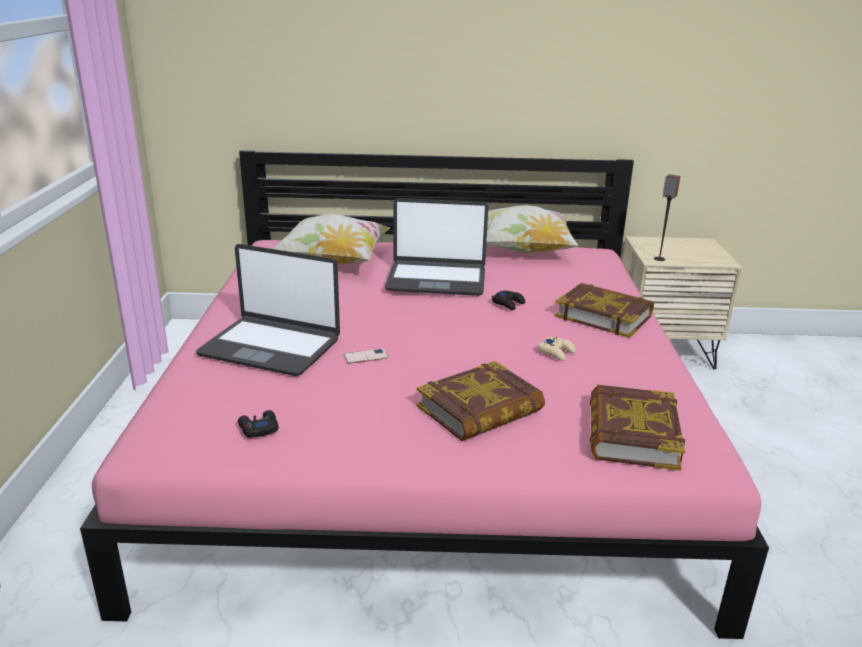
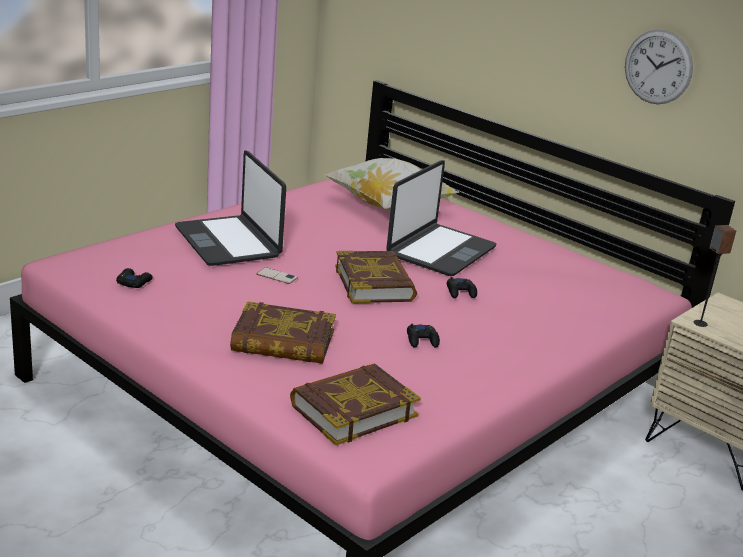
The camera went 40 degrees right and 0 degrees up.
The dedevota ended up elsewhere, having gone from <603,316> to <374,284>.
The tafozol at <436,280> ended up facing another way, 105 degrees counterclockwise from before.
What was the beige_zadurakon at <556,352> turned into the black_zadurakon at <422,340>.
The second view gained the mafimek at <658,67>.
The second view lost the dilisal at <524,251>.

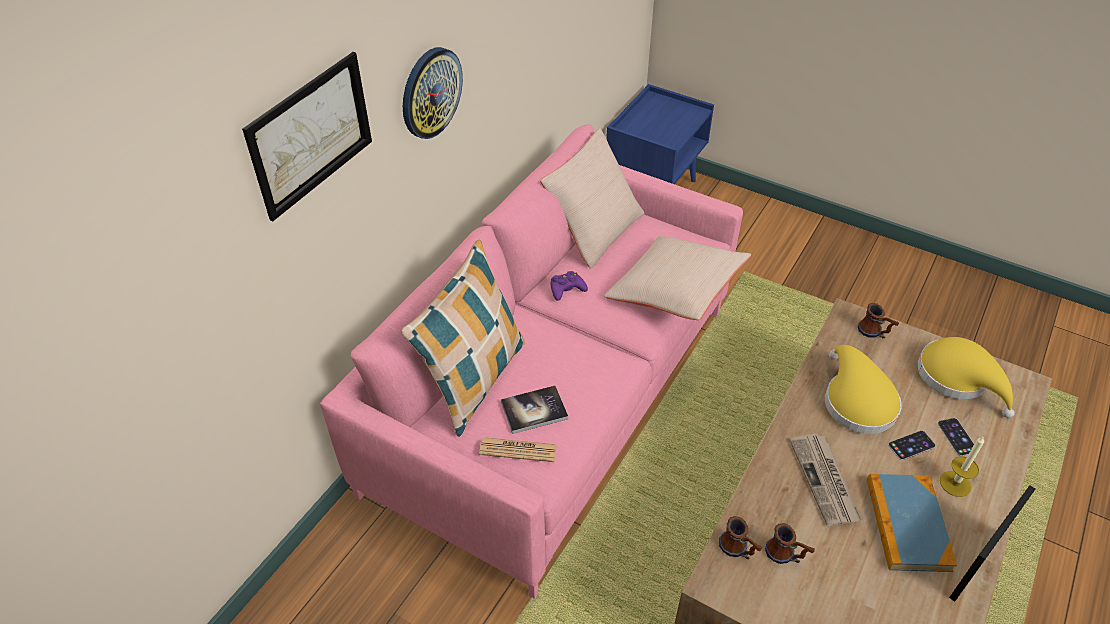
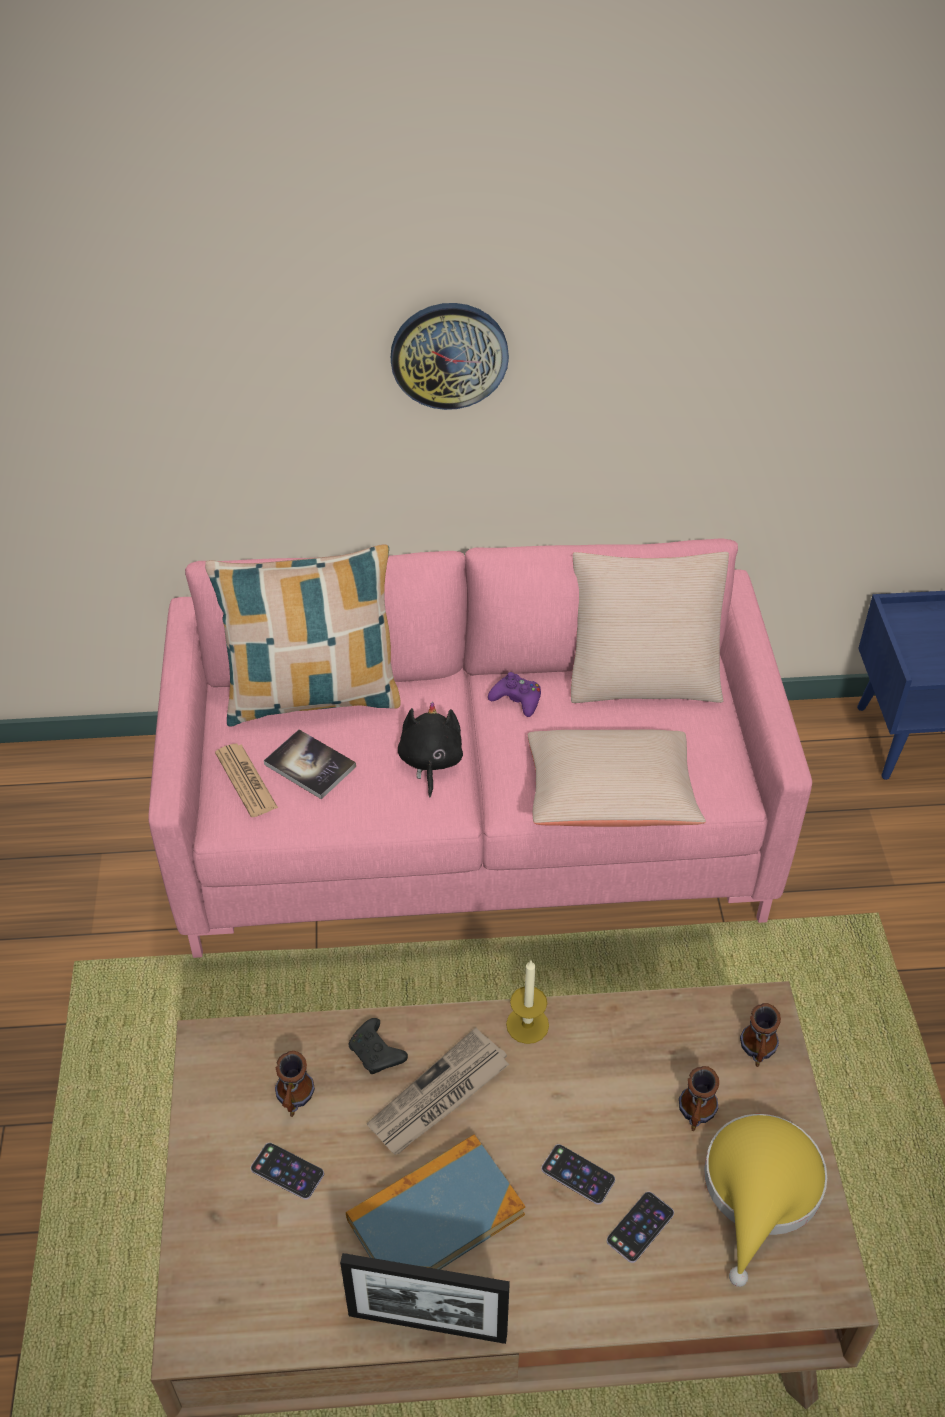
The camera went 55 degrees right and 0 degrees up.
The second view gained the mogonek at <287,1171>.
The second view gained the black_zadurakon at <377,1053>.
The second view gained the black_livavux at <430,762>.
The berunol ended up elsewhere, having gone from <955,483> to <527,1025>.
The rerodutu ended up elsewhere, having gone from <738,550> to <695,1115>.
The second view lost the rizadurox at <311,135>.
The second view lost the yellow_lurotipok at <856,401>.

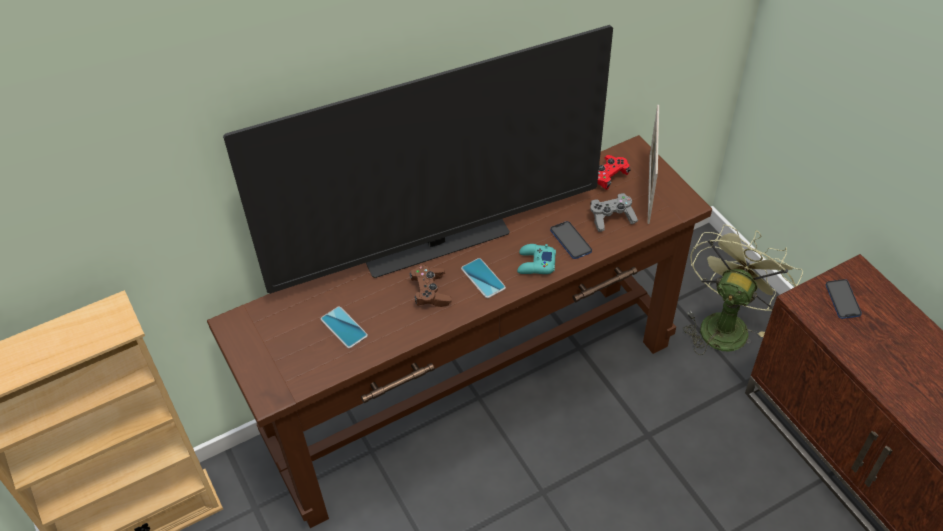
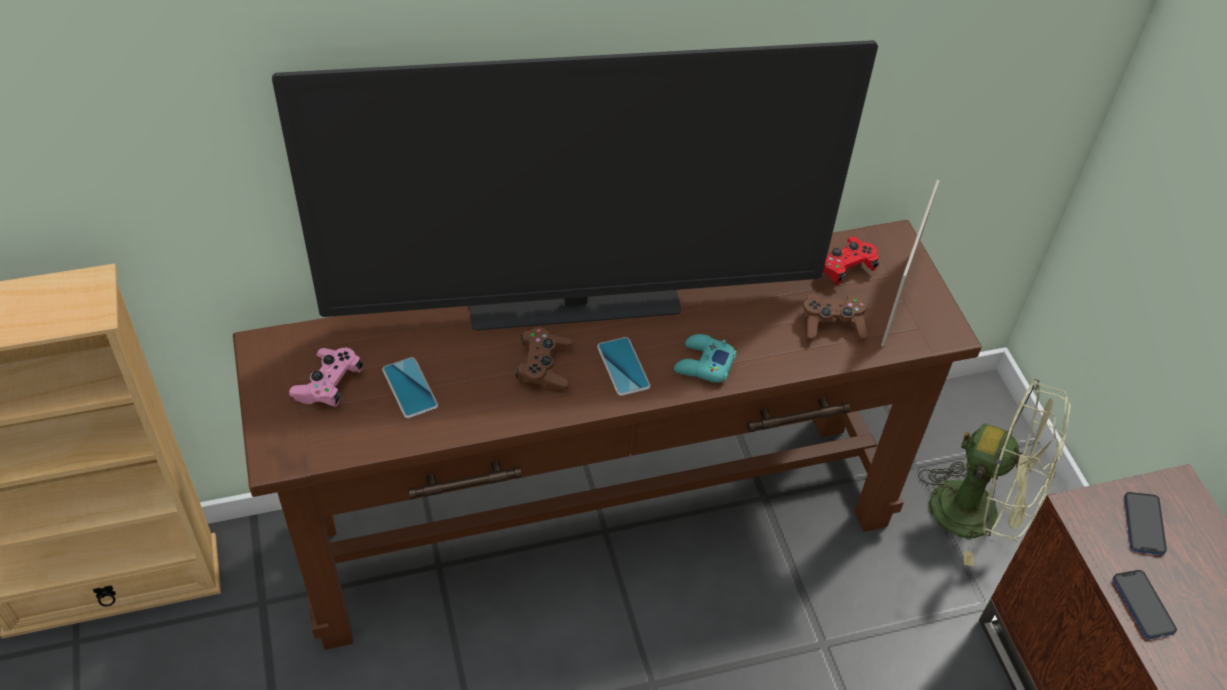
The camera went 10 degrees right and 0 degrees up.
The second view gained the pink_zadurakon at <328,385>.
What was the grey_zadurakon at <611,218> turned into the brown_zadurakon at <832,326>.
The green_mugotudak at <726,323> ended up facing another way, 75 degrees clockwise from before.
The mogonek ended up elsewhere, having gone from <570,241> to <1143,605>.

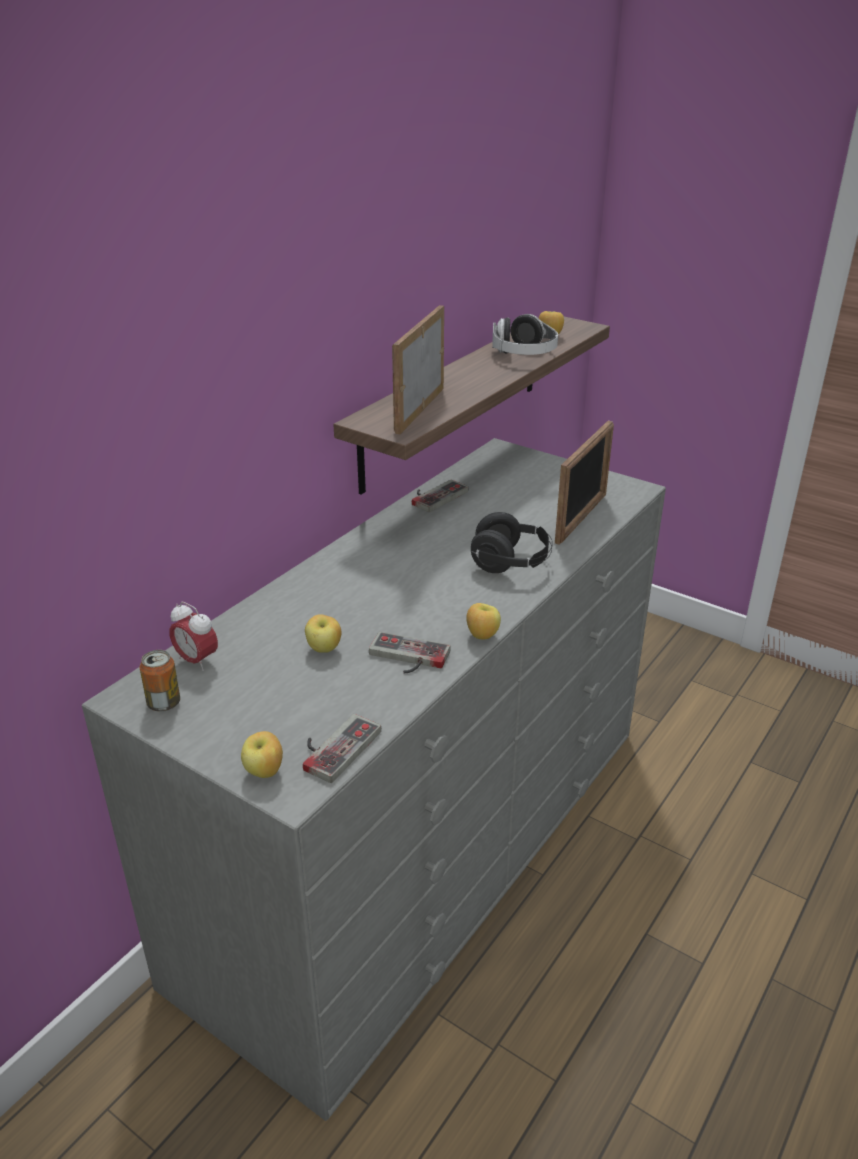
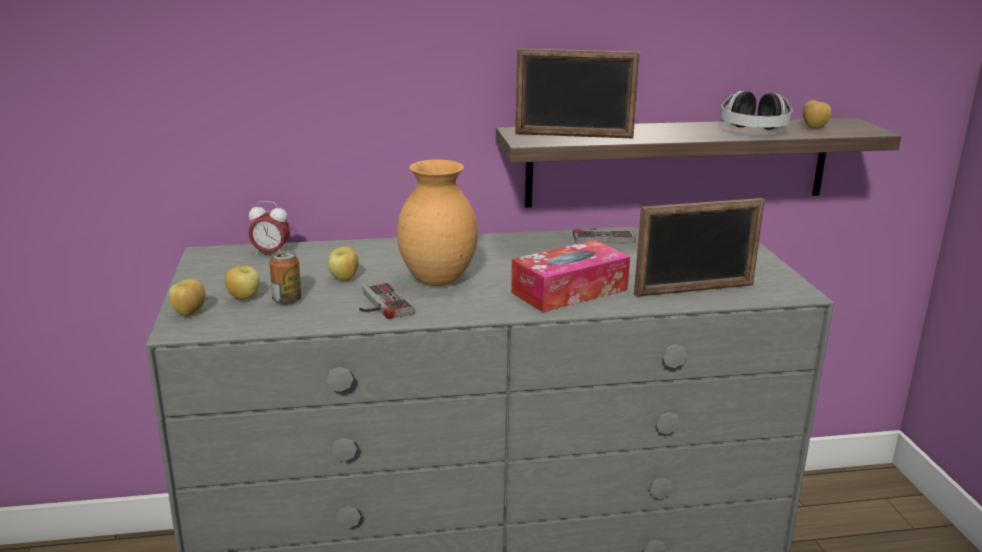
The camera went 45 degrees right and 10 degrees down.
The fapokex ended up elsewhere, having gone from <482,636> to <244,298>.
The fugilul at <197,661> ended up facing another way, 75 degrees counterclockwise from before.
The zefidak ended up elsewhere, having gone from <164,703> to <287,300>.
The second view gained the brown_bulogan at <437,281>.
Where the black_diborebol stood at <511,563>, the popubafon came to stand at <569,291>.
The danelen at <419,410> ended up facing another way, 150 degrees counterclockwise from before.
The second view lost the zadurakon at <334,746>.

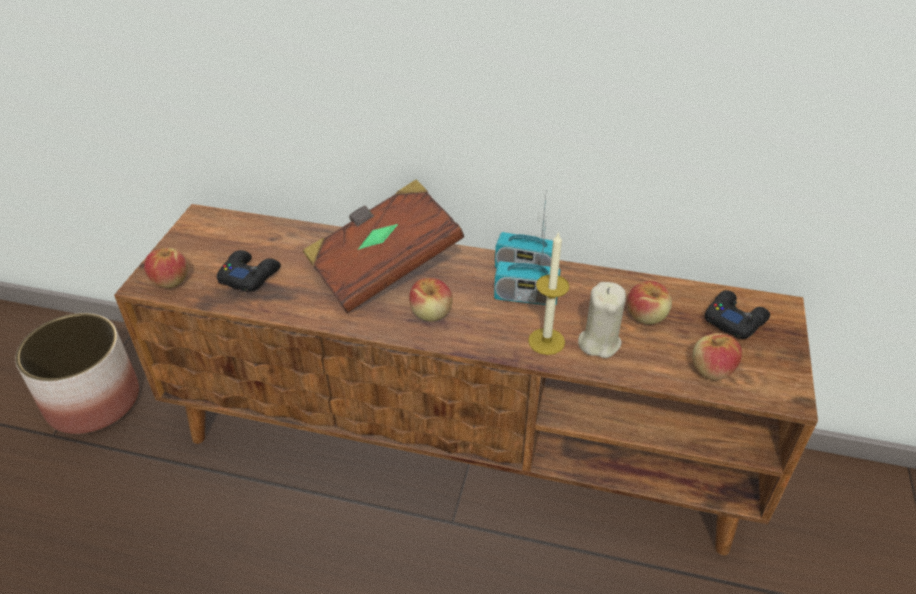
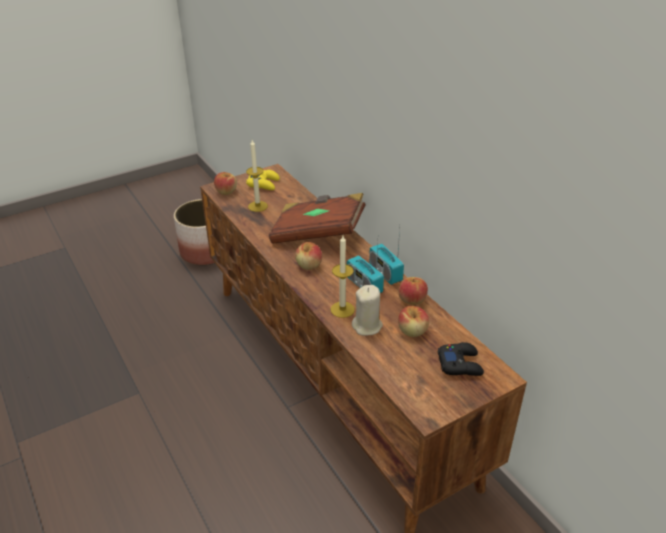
The camera went 45 degrees right and 5 degrees down.
Where the black_zadurakon stood at <249,276>, the berunol came to stand at <257,206>.
The second view gained the yellow_zadurakon at <263,183>.
The fapokex ended up elsewhere, having gone from <711,370> to <412,300>.

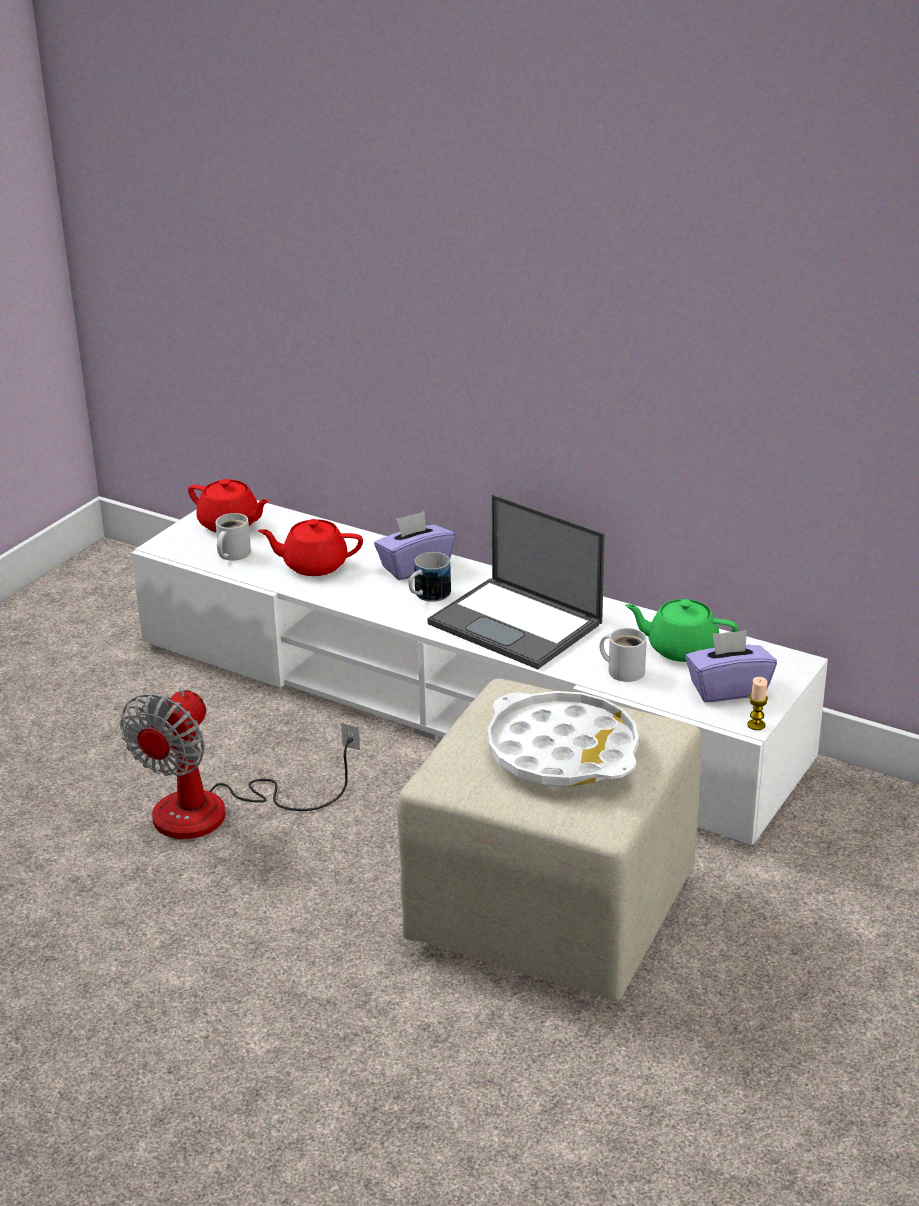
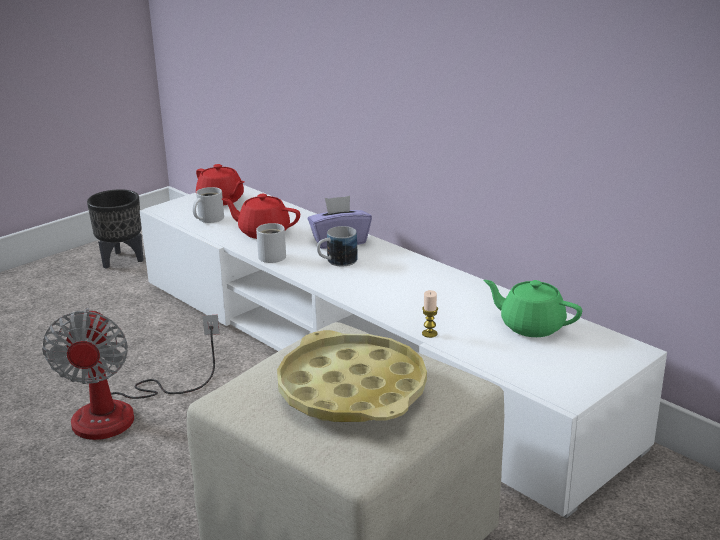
The camera went 15 degrees right and 5 degrees down.
The mugotudak at <218,811> ended up facing another way, 45 degrees counterclockwise from before.
The second view gained the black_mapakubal at <121,260>.
The white_rerodutu ended up elsewhere, having gone from <624,670> to <271,256>.
What was the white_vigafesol at <562,751> turned into the yellow_vigafesol at <352,390>.
The berunol ended up elsewhere, having gone from <756,725> to <429,333>.
The second view lost the tafozol at <517,624>.
The second view lost the purple_popubafon at <728,689>.

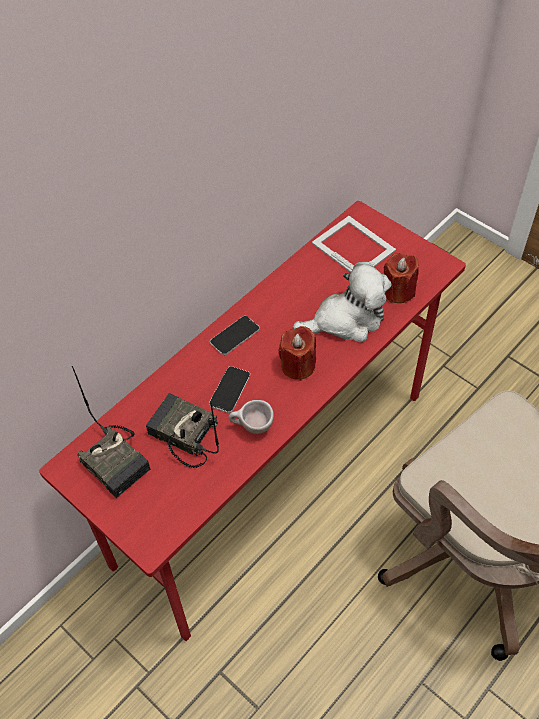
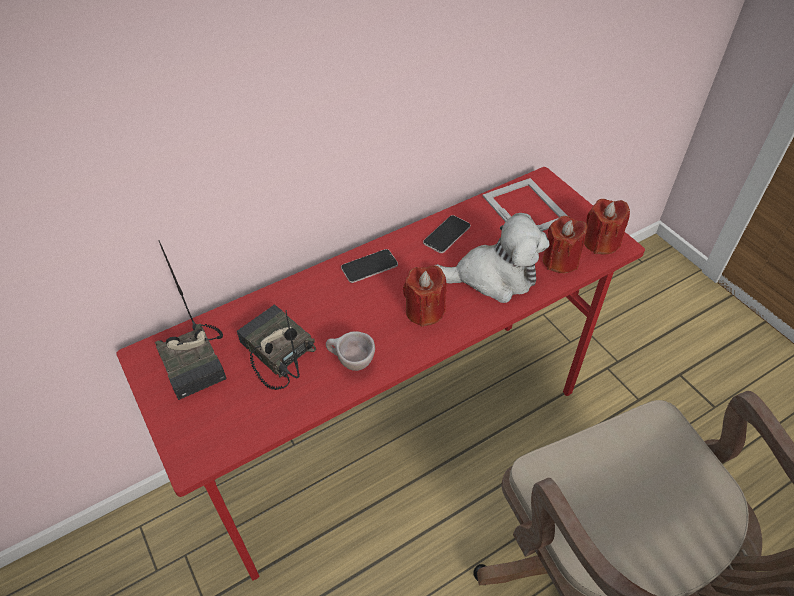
The camera went 15 degrees right and 5 degrees down.
The mogonek ended up elsewhere, having gone from <230,390> to <447,234>.
The second view gained the red_berunol at <601,242>.

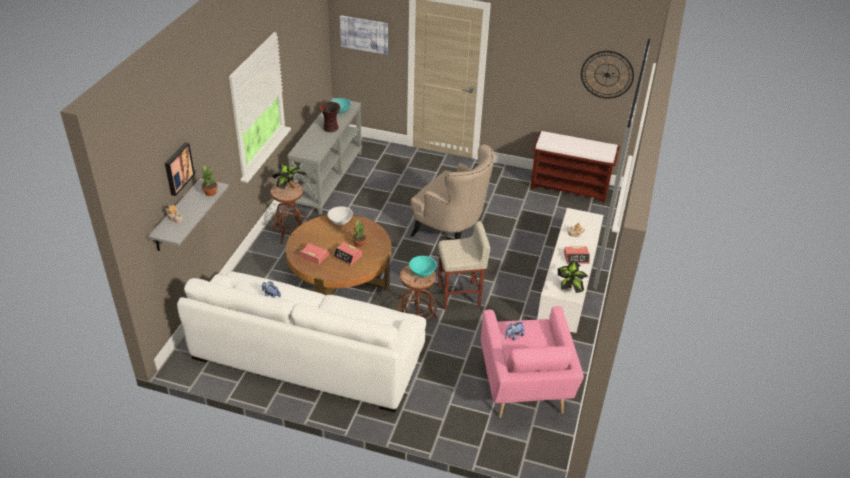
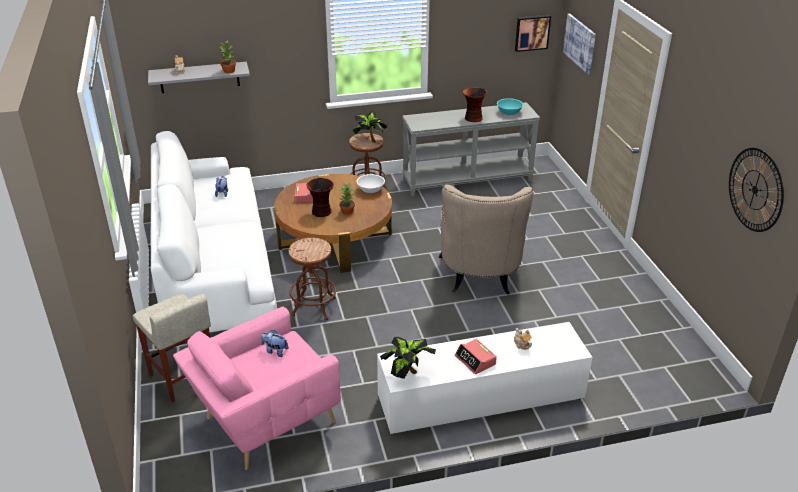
The camera went 60 degrees right and 5 degrees down.
The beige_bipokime ended up elsewhere, having gone from <460,295> to <183,378>.
Where the fugilul stood at <347,256>, the bulogan came to stand at <322,212>.
The rizadurox ended up elsewhere, having gone from <178,168> to <532,32>.
The second view lost the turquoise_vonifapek at <422,272>.
The second view lost the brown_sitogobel at <570,187>.

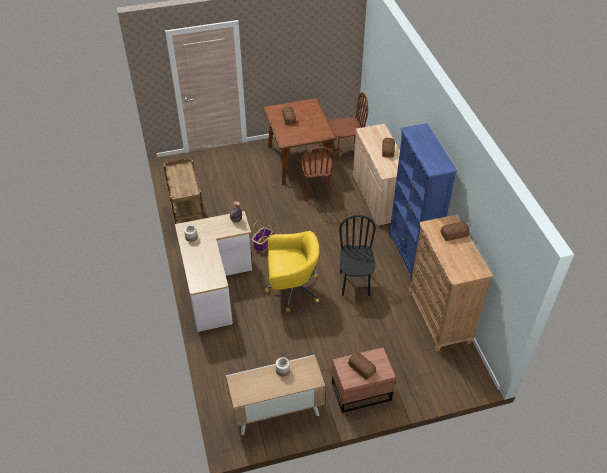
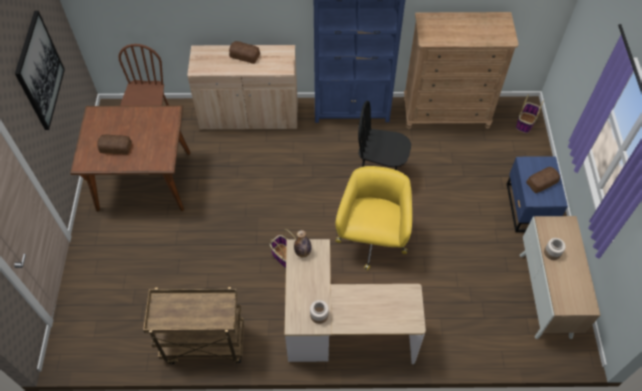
The camera went 75 degrees left and 10 degrees up.
The second view gained the rizadurox at <39,71>.
What was the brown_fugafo at <360,391> turned into the blue_fugafo at <528,208>.
The second view gained the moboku at <525,122>.
The second view lost the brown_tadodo at <316,191>.
The second view lost the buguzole at <454,234>.

